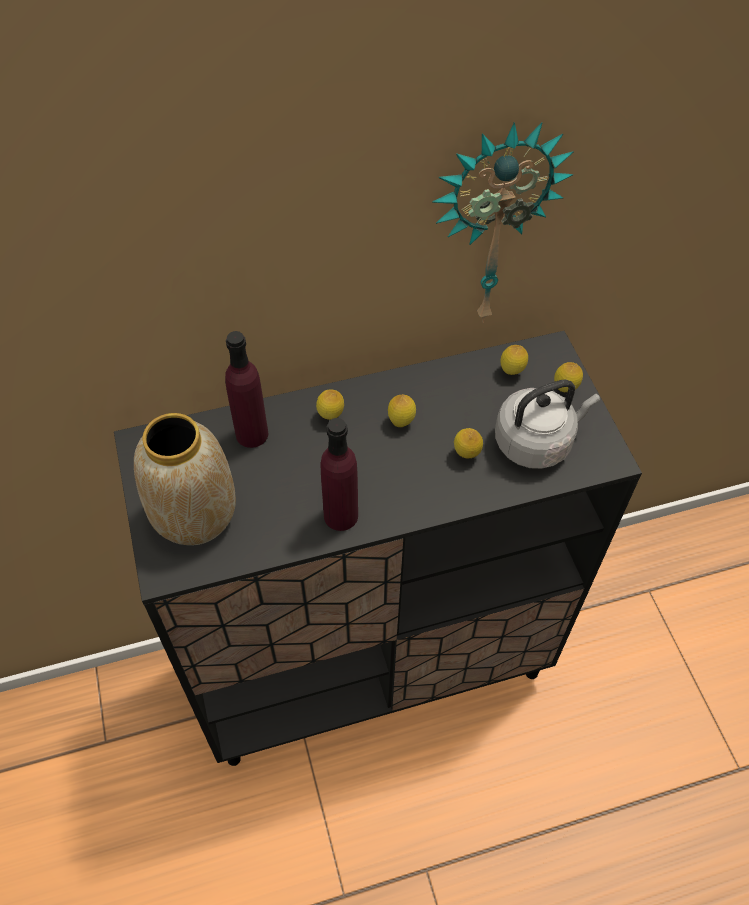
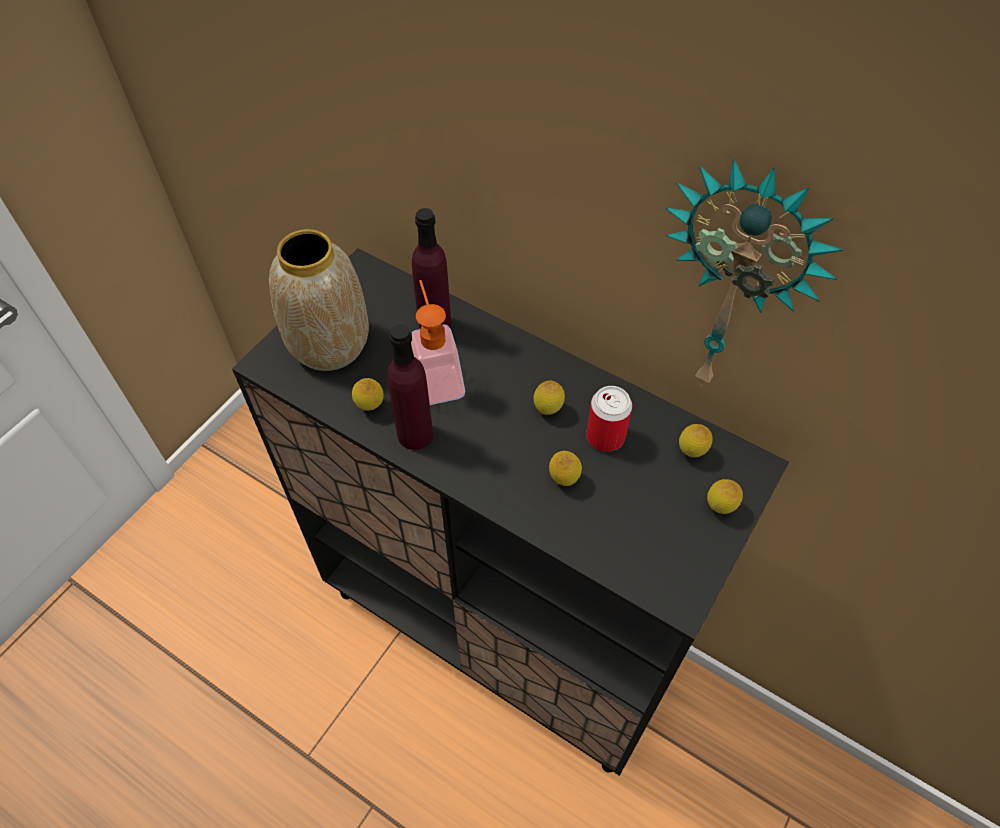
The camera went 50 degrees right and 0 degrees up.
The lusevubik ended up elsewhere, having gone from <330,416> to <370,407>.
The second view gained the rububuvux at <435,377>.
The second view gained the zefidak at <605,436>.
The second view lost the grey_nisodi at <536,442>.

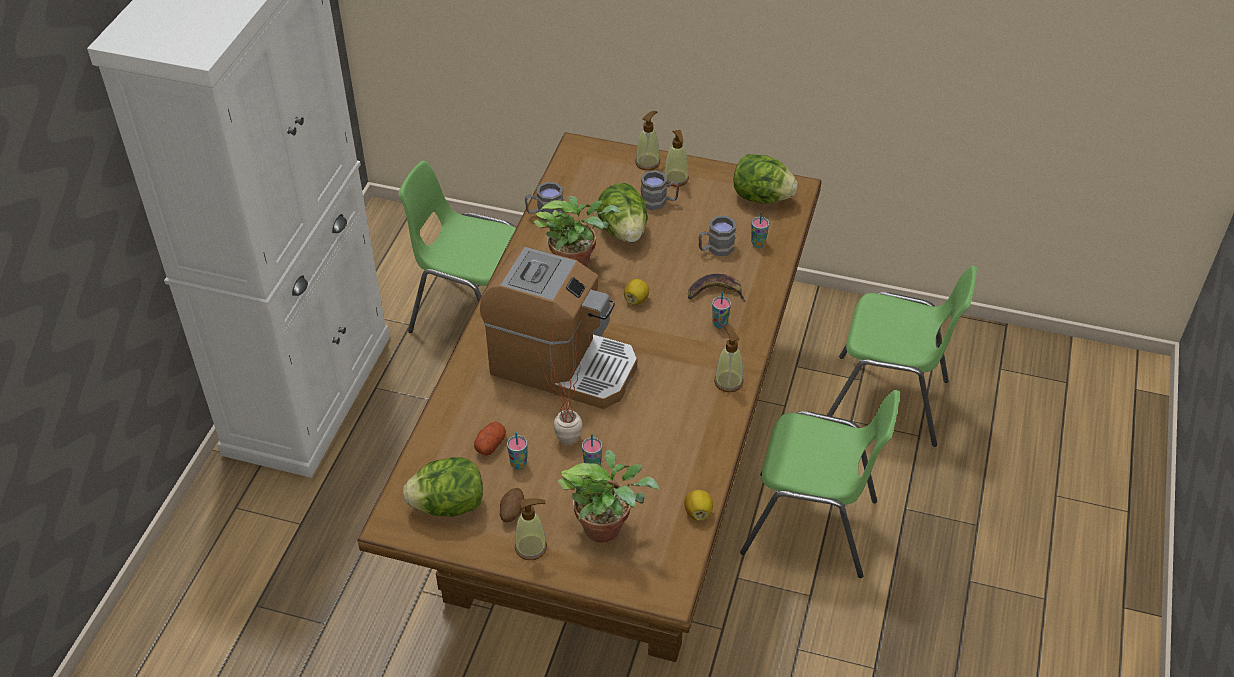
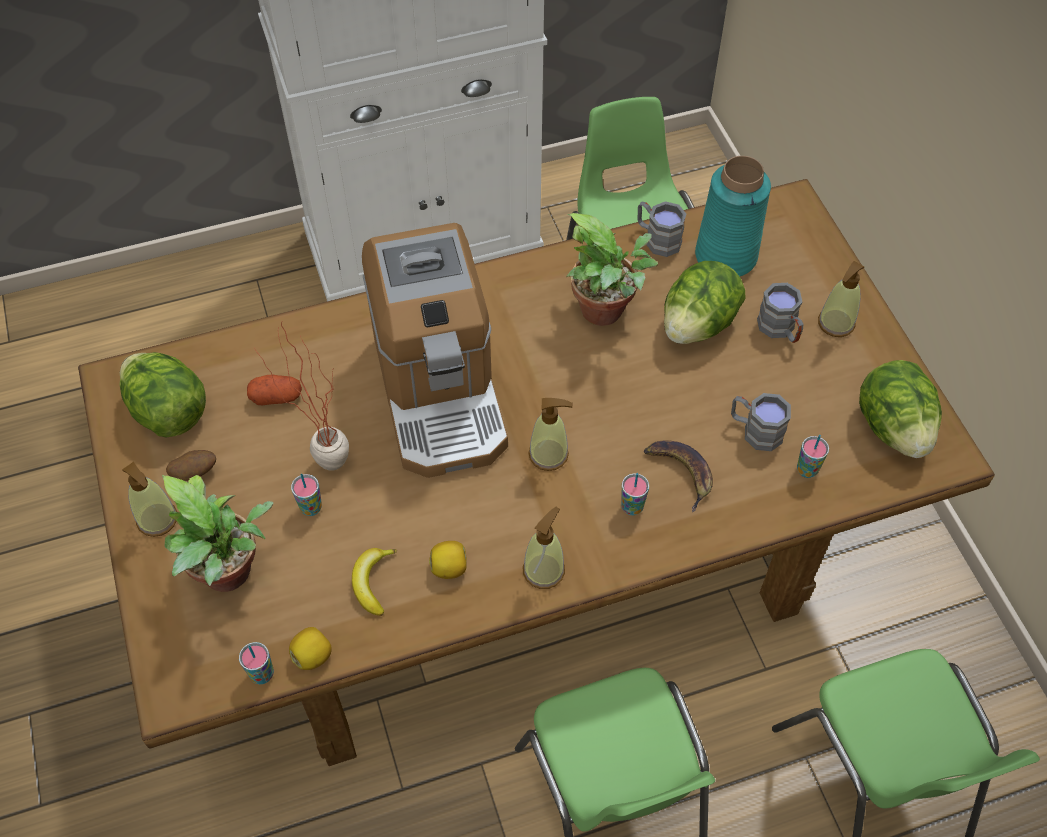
The camera went 55 degrees right and 10 degrees up.
The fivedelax ended up elsewhere, having gone from <518,464> to <262,674>.
The second view gained the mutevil at <373,582>.
The lusevubik ended up elsewhere, having gone from <636,299> to <449,568>.
The rububuvux ended up elsewhere, having gone from <647,162> to <549,454>.
The second view gained the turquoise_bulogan at <726,255>.

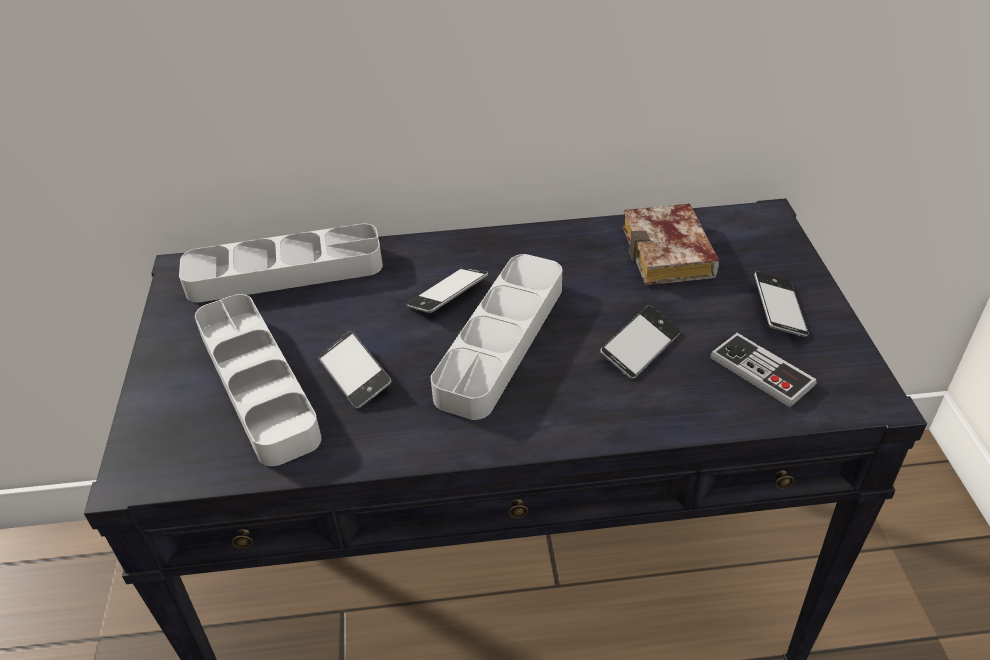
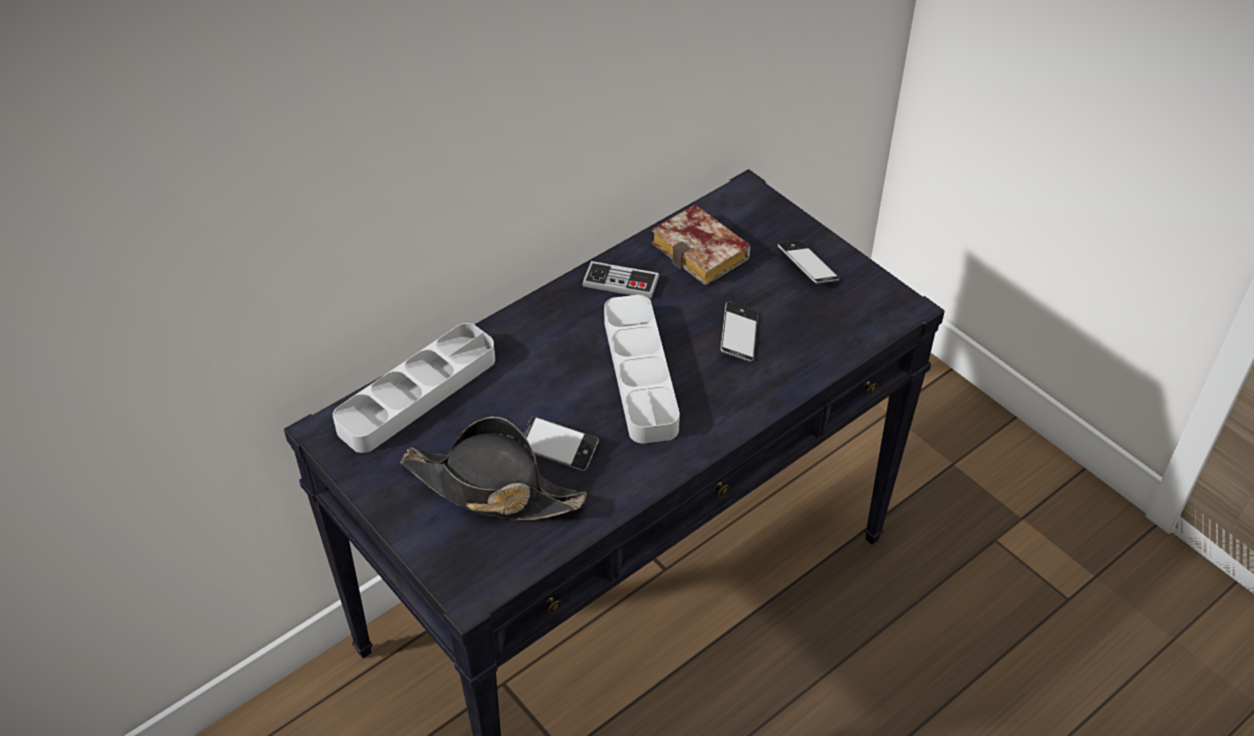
The camera went 35 degrees left and 5 degrees up.
Where the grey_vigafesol stood at <258,384>, the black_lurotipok came to stand at <492,488>.
The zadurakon ended up elsewhere, having gone from <761,372> to <620,282>.
The second view lost the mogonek at <448,295>.

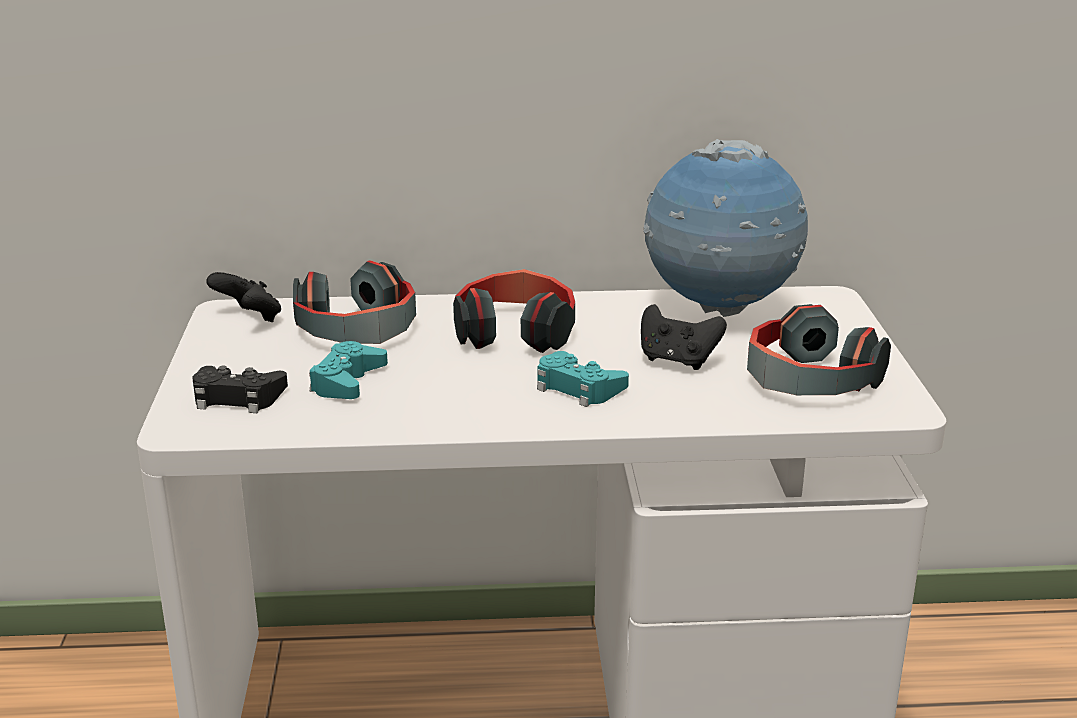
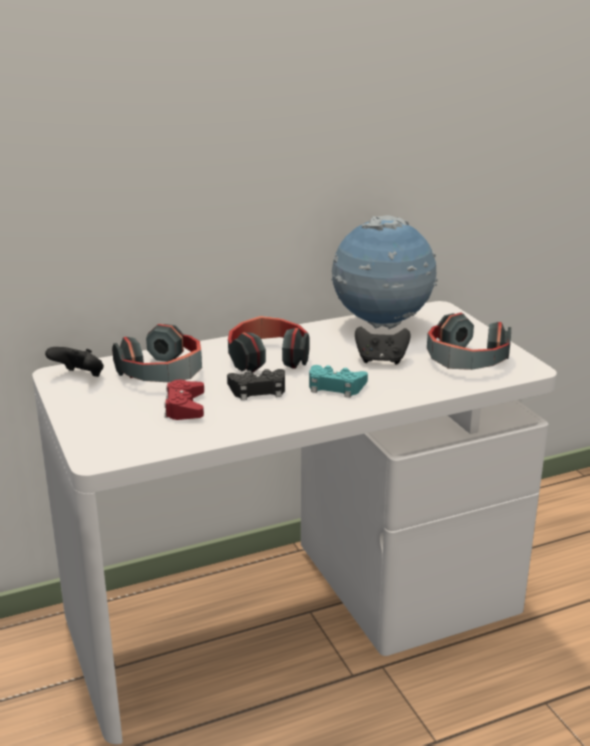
The camera went 20 degrees left and 0 degrees up.
What was the turquoise_zadurakon at <347,381> turned into the red_zadurakon at <184,407>.
The black_zadurakon ended up elsewhere, having gone from <237,398> to <258,390>.

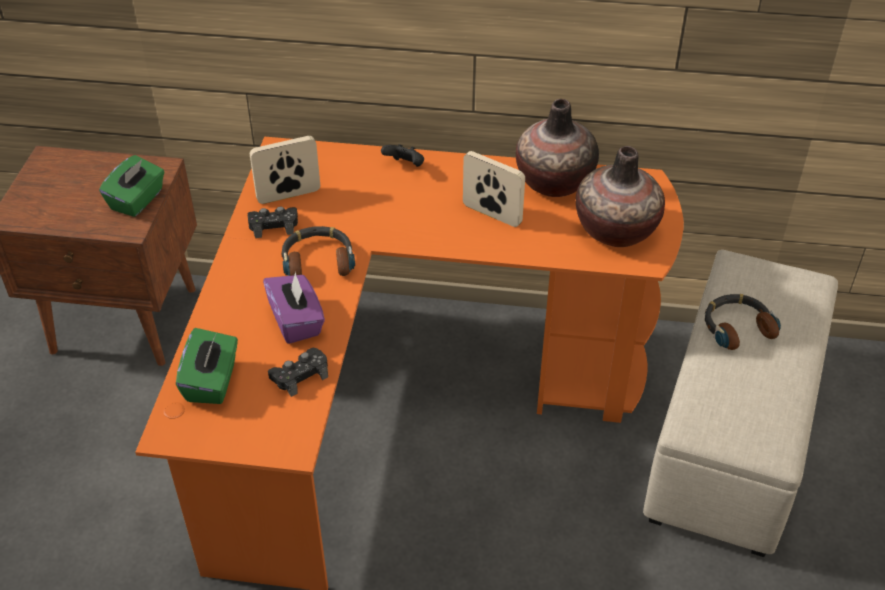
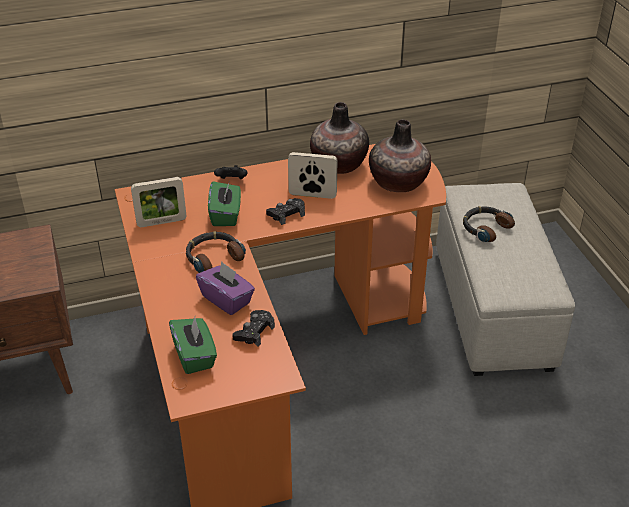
The camera went 25 degrees left and 5 degrees down.
The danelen at <288,195> ended up facing another way, 150 degrees counterclockwise from before.
The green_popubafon ended up elsewhere, having gone from <137,200> to <226,215>.
The black_zadurakon ended up elsewhere, having gone from <273,225> to <286,214>.

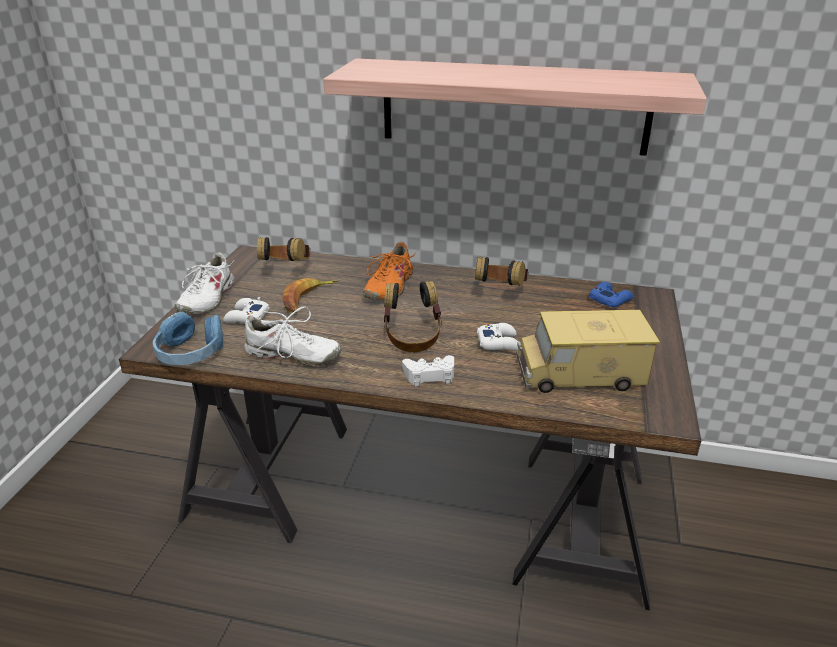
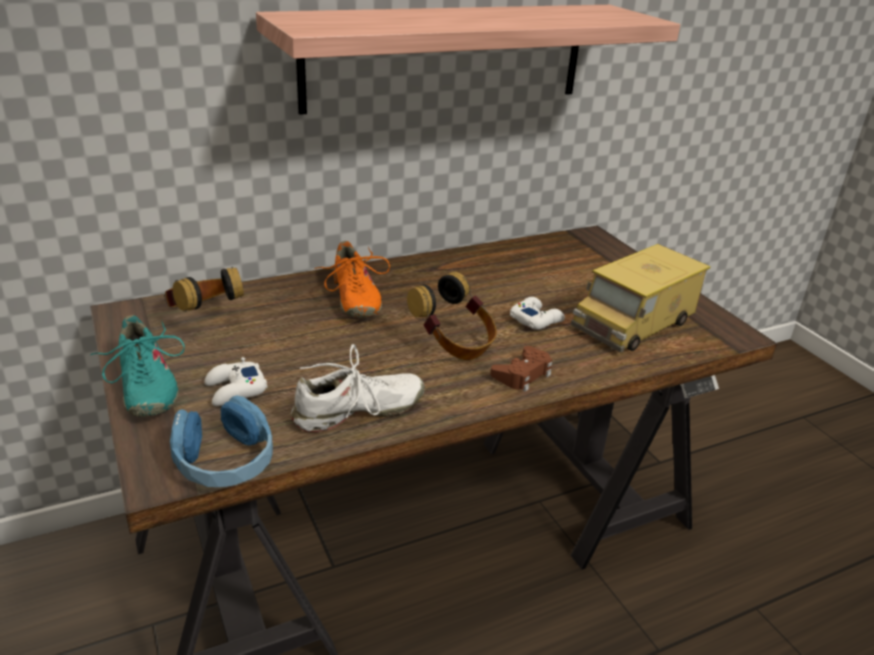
The camera went 40 degrees left and 0 degrees up.
What was the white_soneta at <206,299> turned into the turquoise_soneta at <145,387>.
What was the white_zadurakon at <430,375> turned into the brown_zadurakon at <522,374>.
The second view lost the mutevil at <307,299>.
The second view lost the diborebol at <500,292>.
The second view lost the blue_zadurakon at <610,299>.

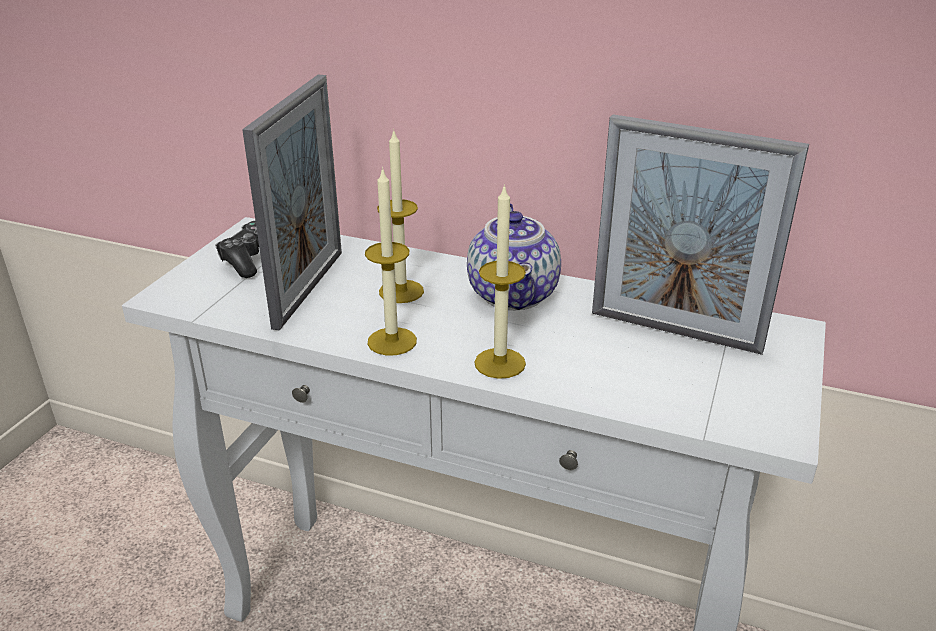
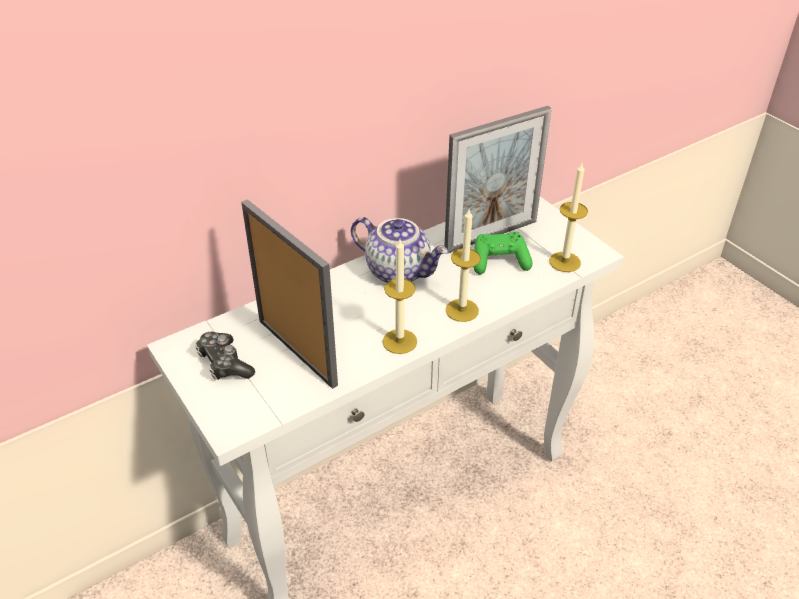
The camera went 55 degrees left and 10 degrees up.
The second view gained the green_zadurakon at <499,262>.
The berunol ended up elsewhere, having gone from <401,291> to <564,262>.

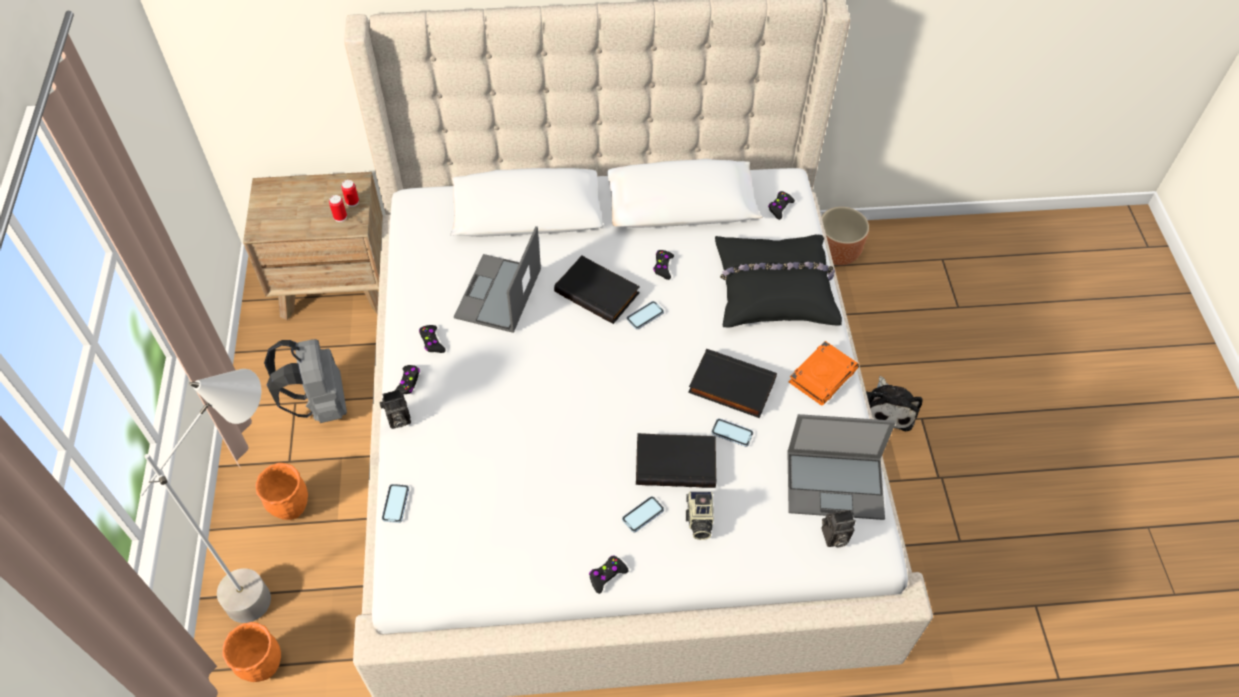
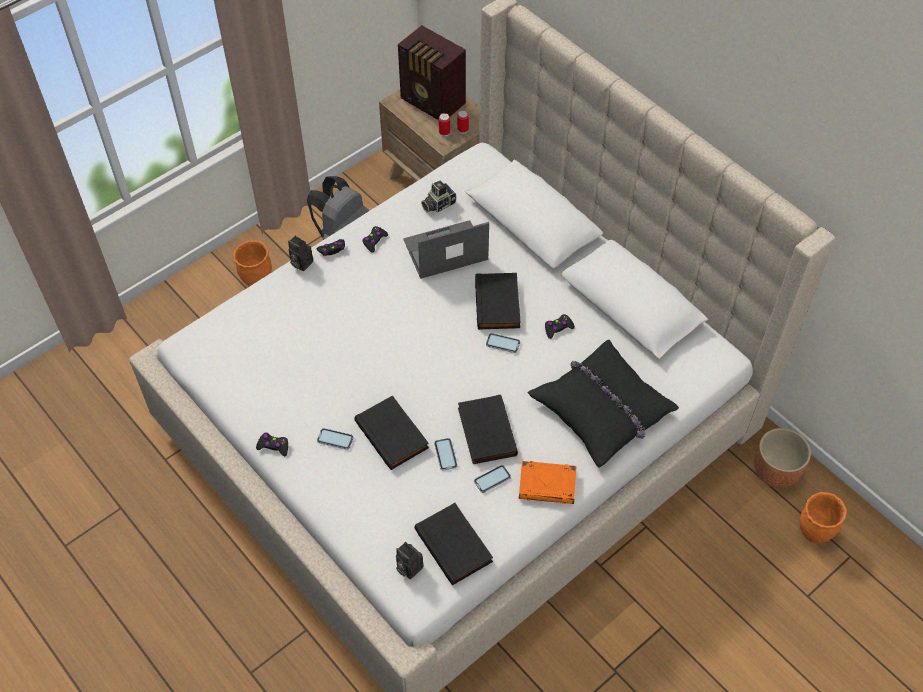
The camera went 55 degrees right and 0 degrees up.
The second view gained the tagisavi at <433,102>.
Where the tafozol stood at <836,484>, the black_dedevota came to stand at <455,545>.
The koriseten ended up elsewhere, having gone from <698,520> to <438,204>.
The mogonek ended up elsewhere, having gone from <395,504> to <492,479>.
The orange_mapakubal ended up elsewhere, having gone from <262,666> to <813,532>.
The second view lost the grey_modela at <281,578>.
The second view lost the black_zadurakon at <780,207>.
The second view lost the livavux at <887,409>.

